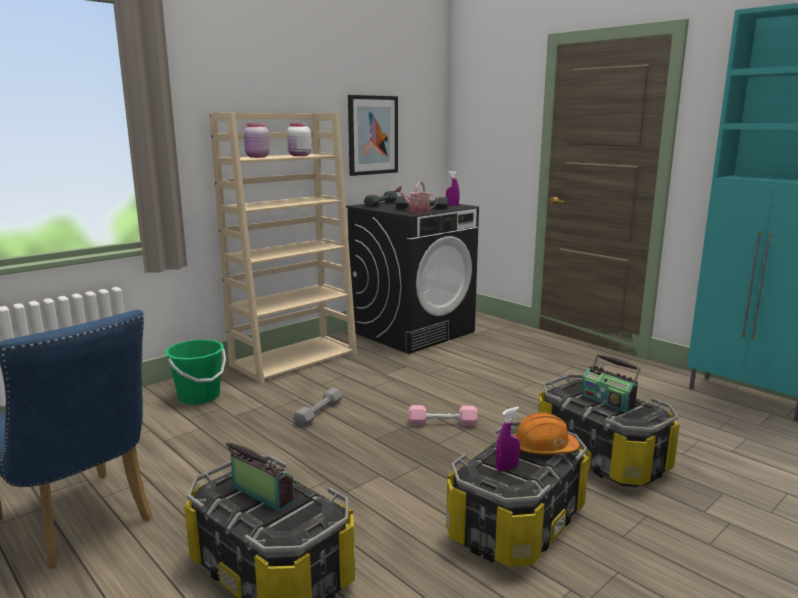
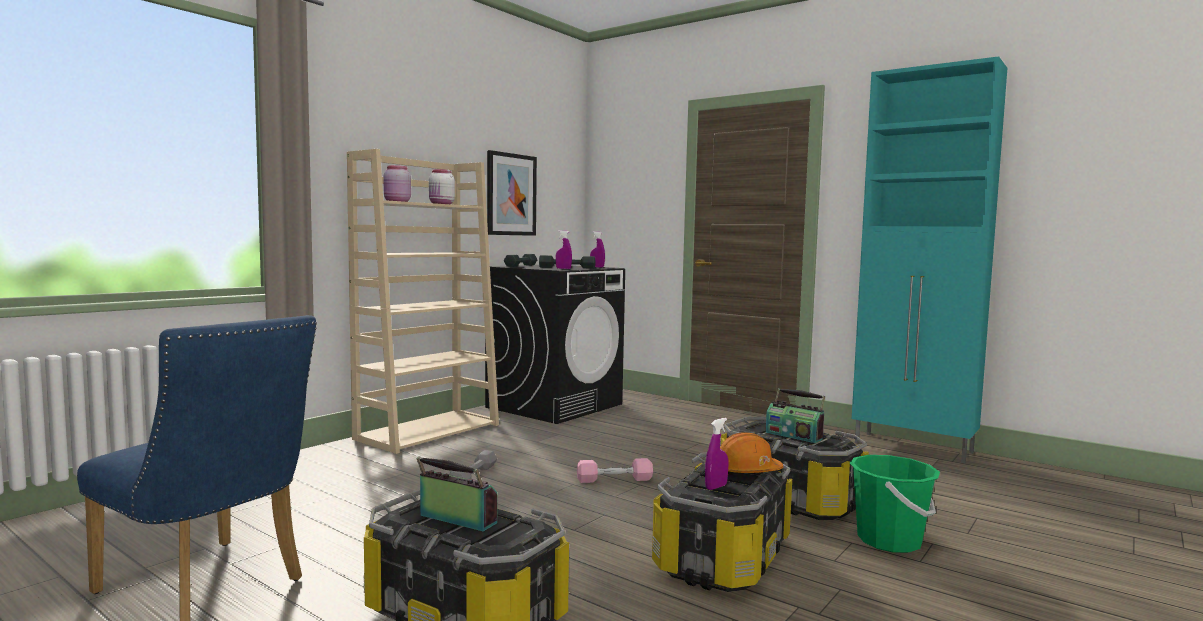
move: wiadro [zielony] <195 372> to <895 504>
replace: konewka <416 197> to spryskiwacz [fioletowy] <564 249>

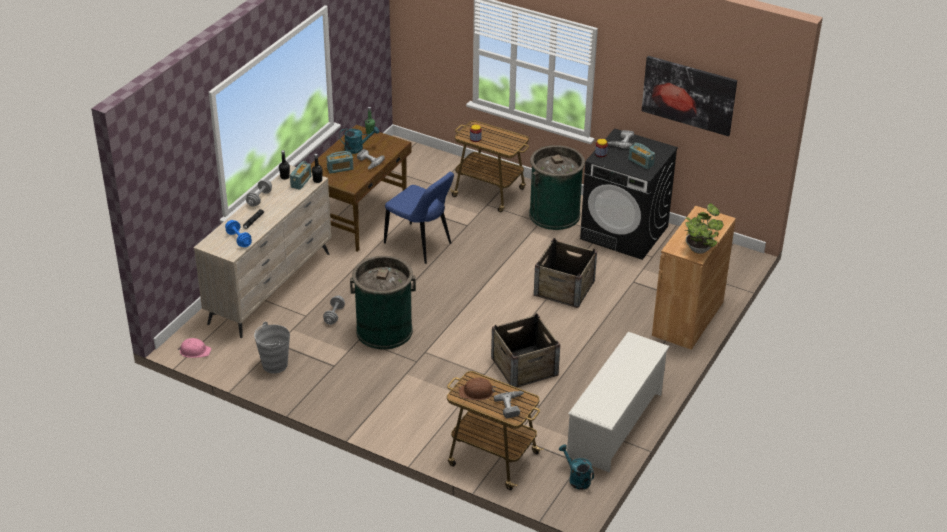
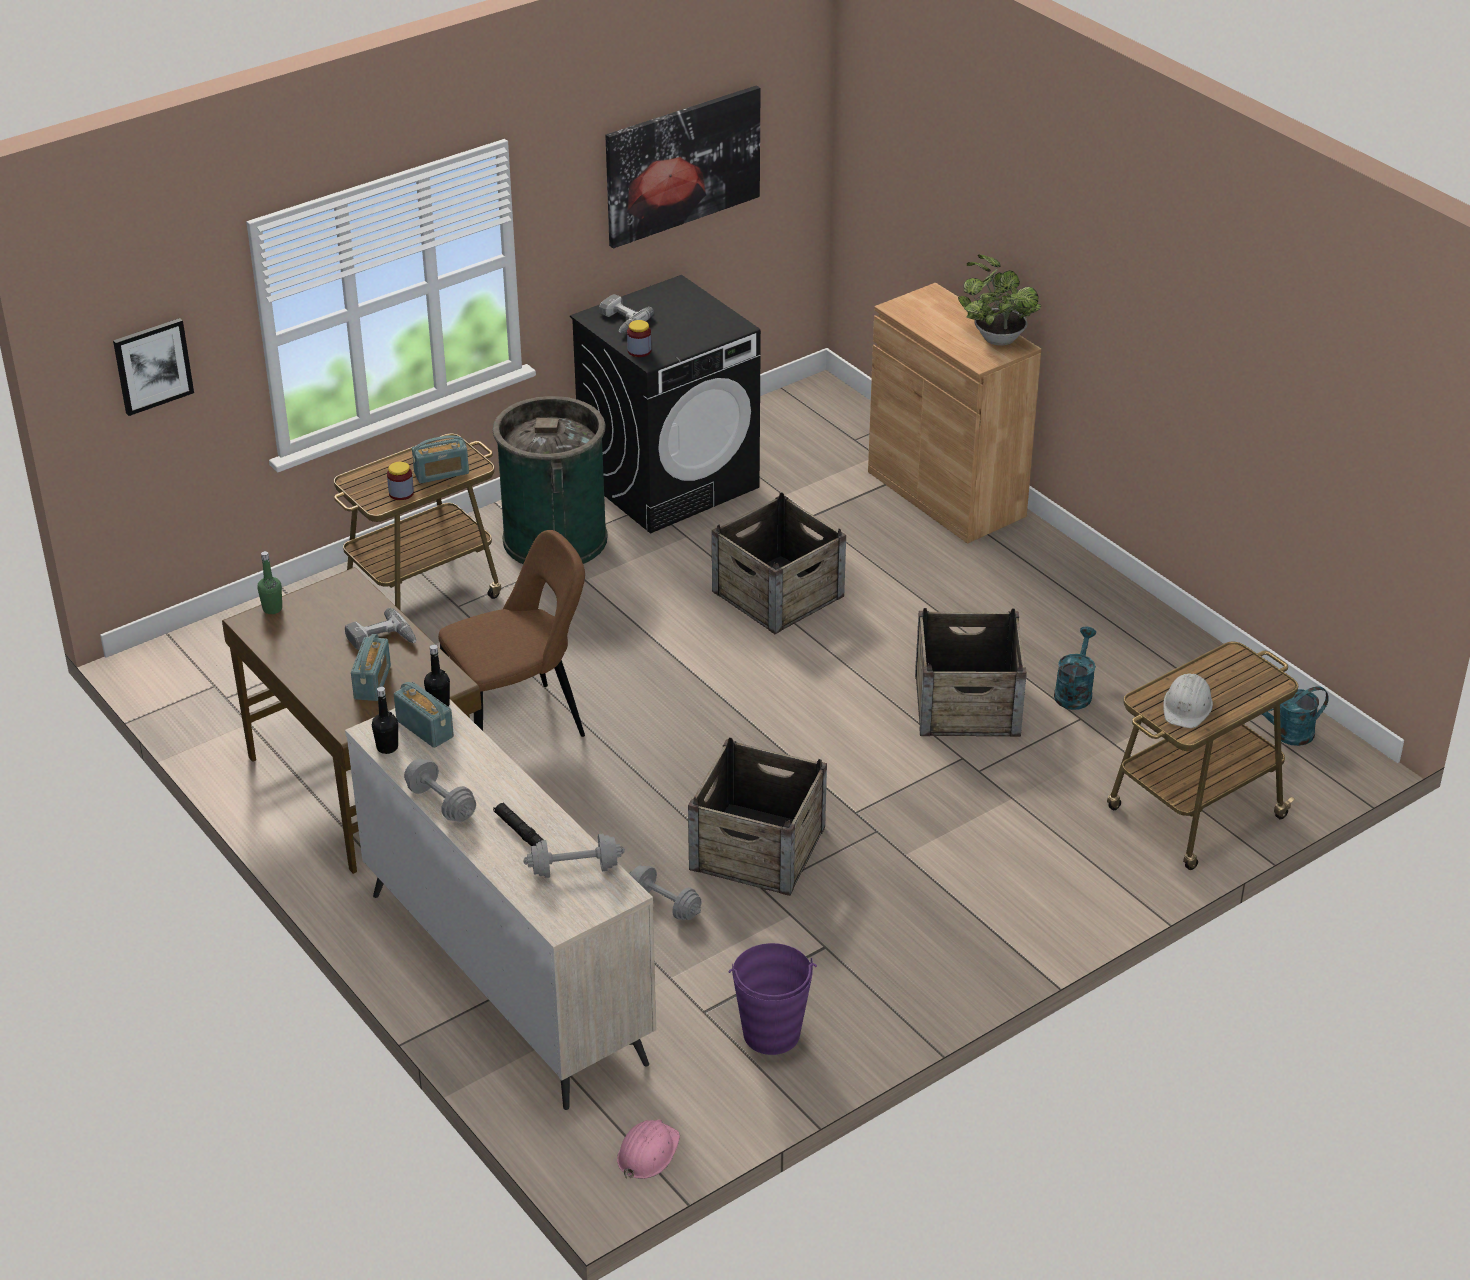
delete: wiertarka <509 405>; regał na buty [biały] <618 402>
insert: obraz <153 367>
move: konewka [turkusowy] <359 140> to <1075 668>; radio <641 156> to <440 459>
replace: kosz na śmieci [zielony] <383 303> to skrzynka <757 816>
recolor: hantel [niebieski] <238 233> to hantel [szary] <574 855>; wiadro [szary] <272 347> to wiadro [fioletowy] <773 999>; krzesło [niebieski] <419 218> to krzesło [brązowy] <511 633>; kask [brązowy] <477 389> to kask [biały] <1188 700>

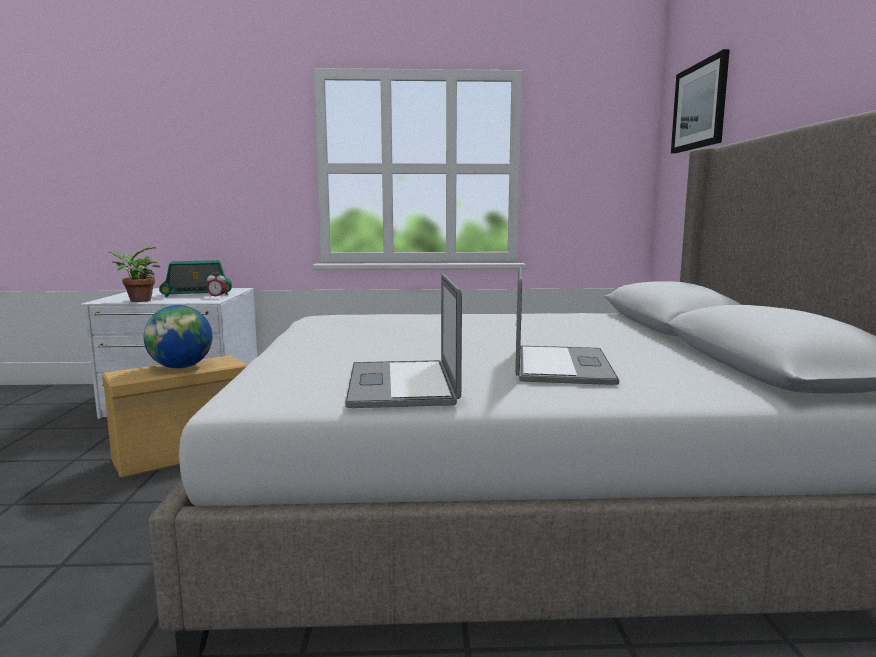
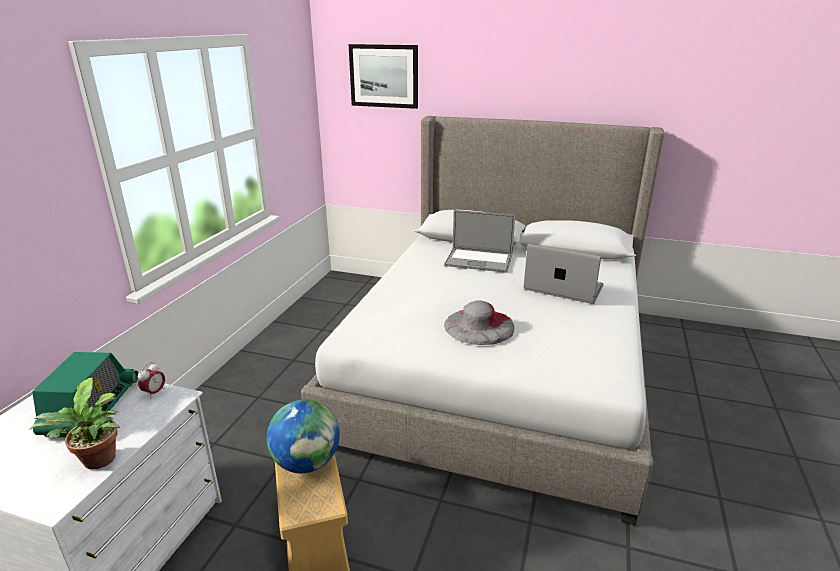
insert: kapelusz [szary] <479 322>
move: laptop <403 340> to <479 241>

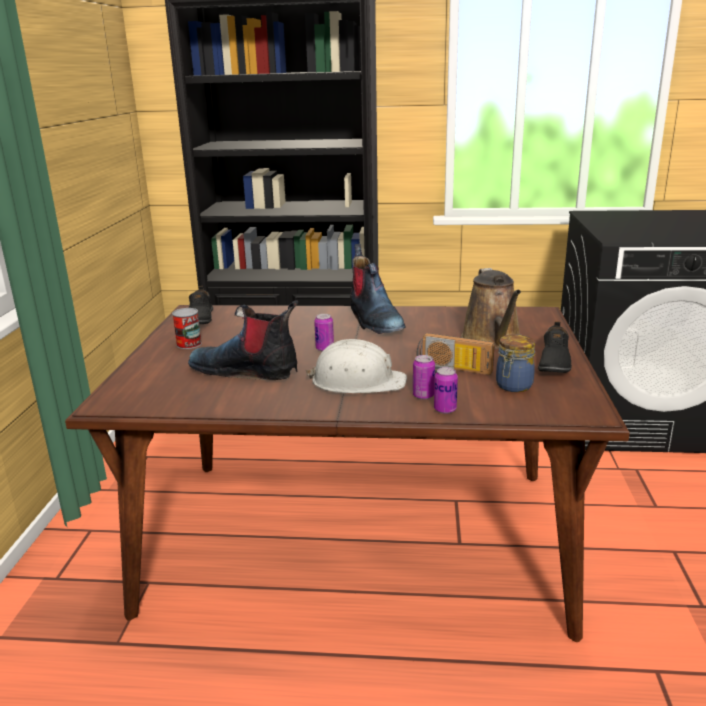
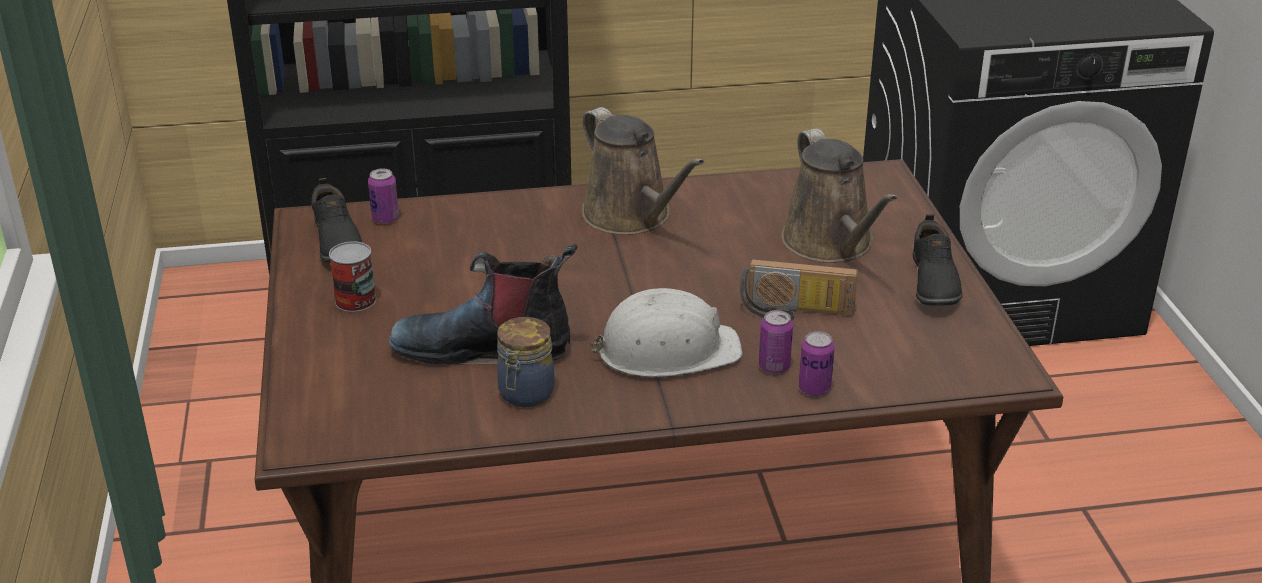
move: puszka <324 332> to <383 196>; słoik <515 363> to <526 362>
replace: but z cholewką <378 289> to konewka [brązowy] <643 171>

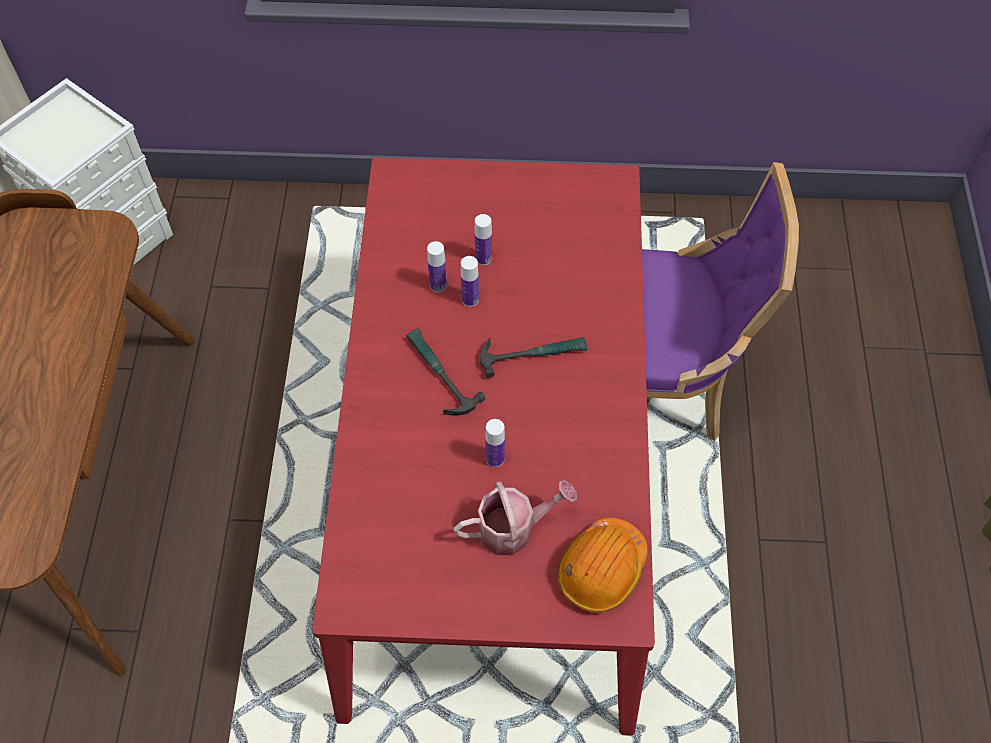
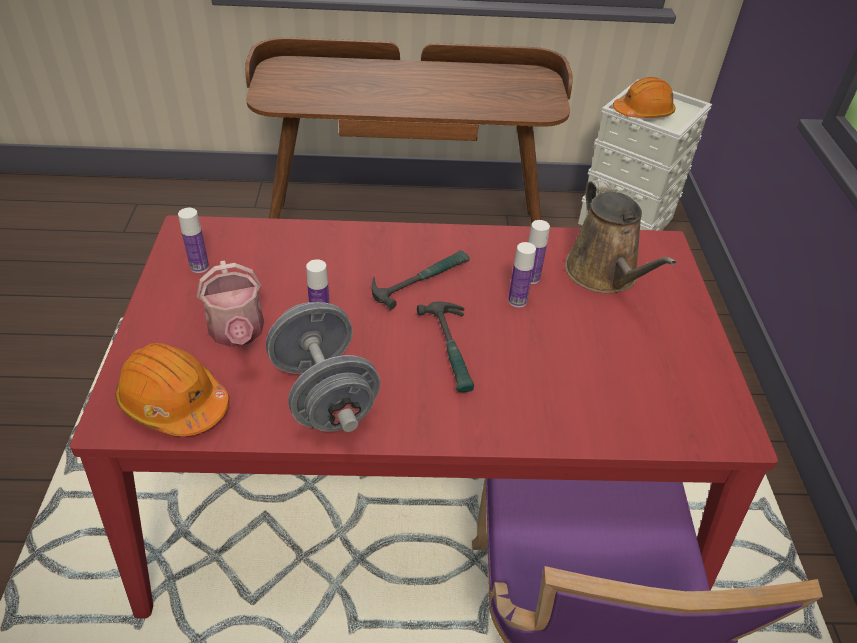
insert: hantel [szary] <323 367>; konewka [brązowy] <620 236>; kask [pomarańczowy] <644 97>
move: butelka <483 239> to <193 240>

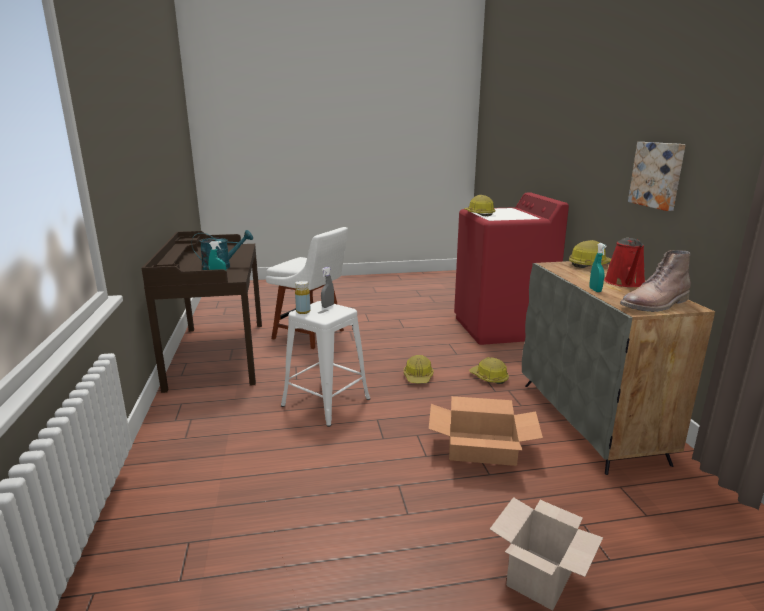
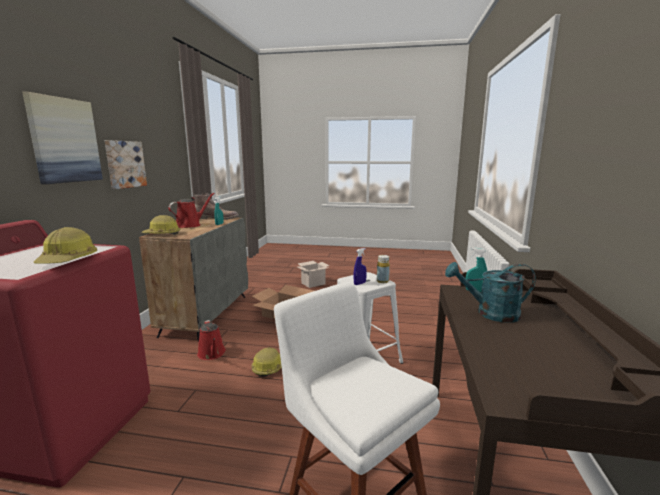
insert: obraz <62 138>
replace: kask <489 370> to konewka [czerwony] <211 340>
recolor: spryskiwacz [szary] <327 287> to spryskiwacz [niebieski] <360 266>

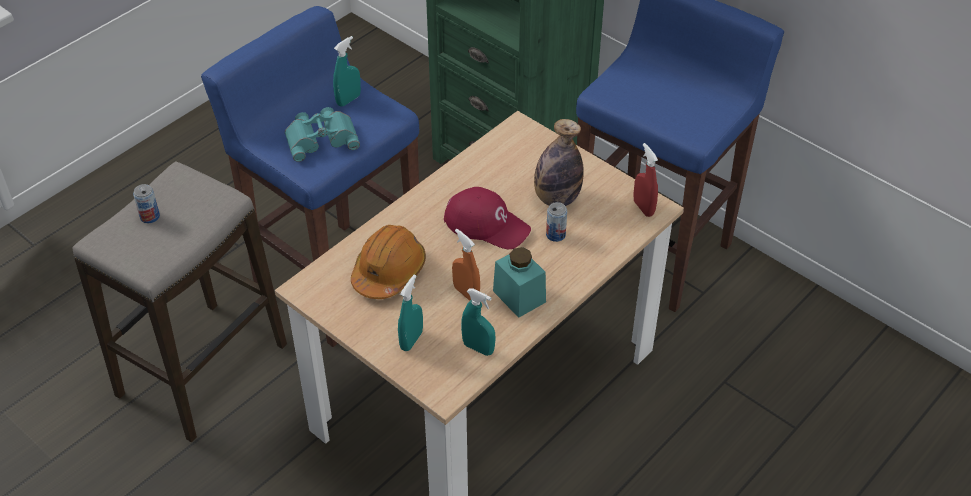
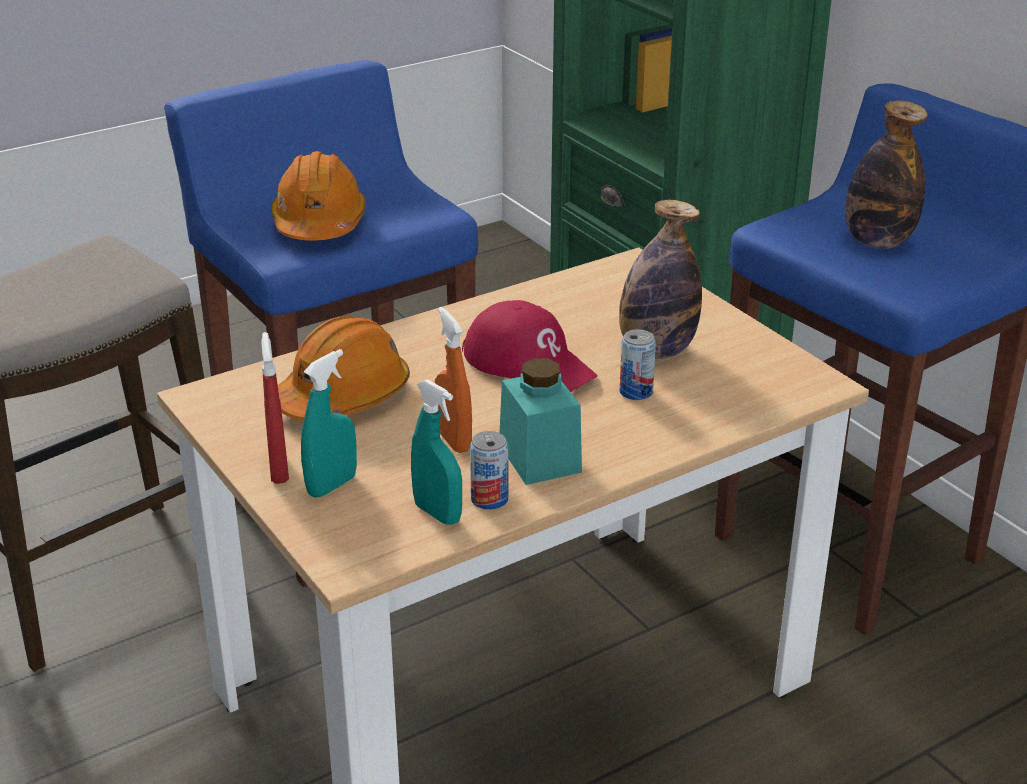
delete: spryskiwacz [turkusowy] <347 71>
insert: butelka <886 174>
move: puszka <146 203> to <489 470>; spryskiwacz [czerwony] <645 180> to <275 408>
replace: lornetka [turkusowy] <322 134> to kask [pomarańczowy] <318 196>

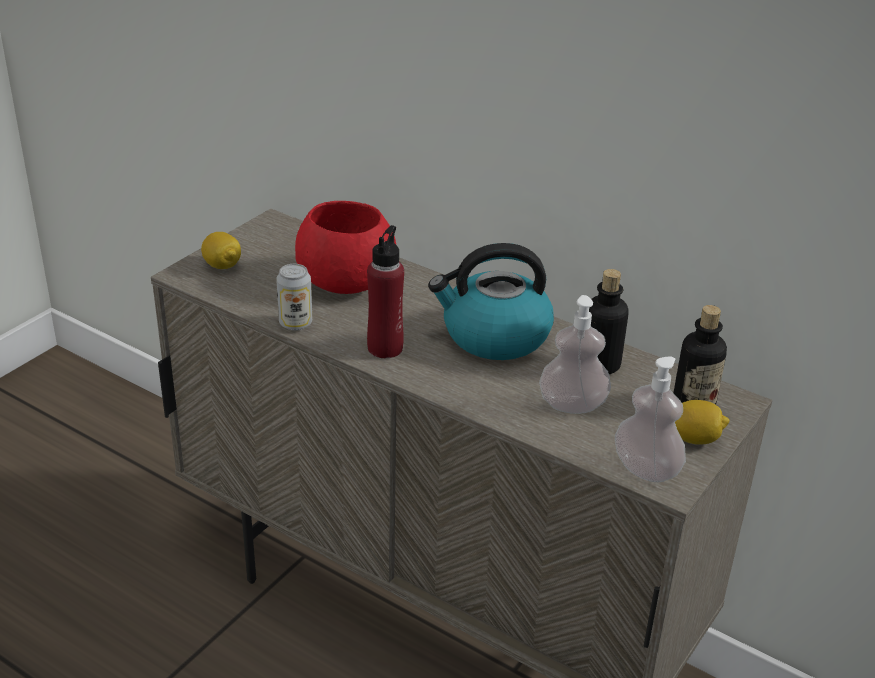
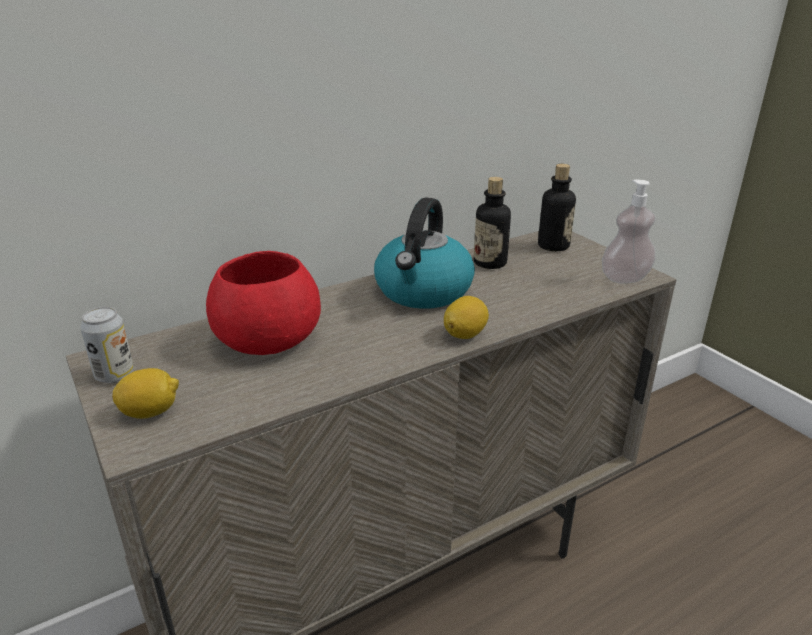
delete: butelka [czerwony] <385 291>; dozownik mydła <575 354>
move: puszka <294 297> to <107 345>; cytryna <702 422> to <466 317>

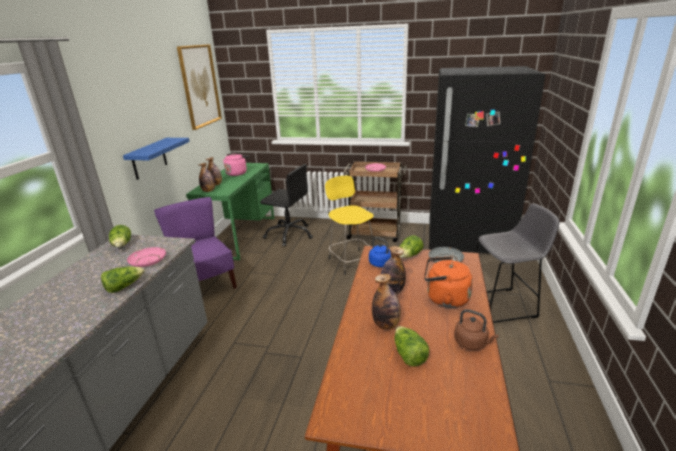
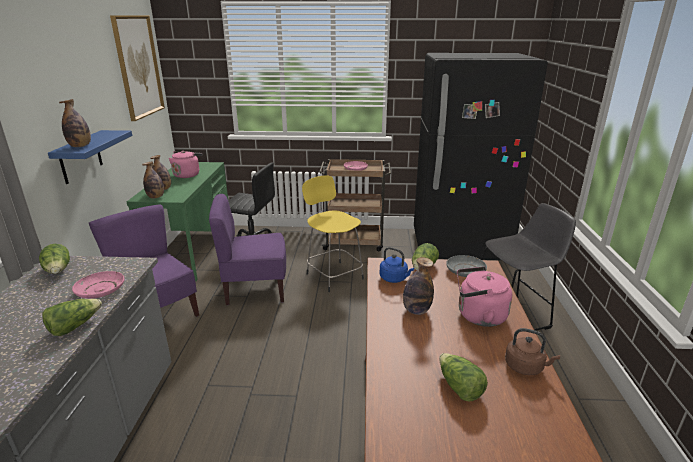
insert: krzesło [fioletowy] <247 249>
move: butelka <386 302> to <75 123>
recolor: czajnik [pomarańczowy] <448 282> to czajnik [różowy] <484 296>

